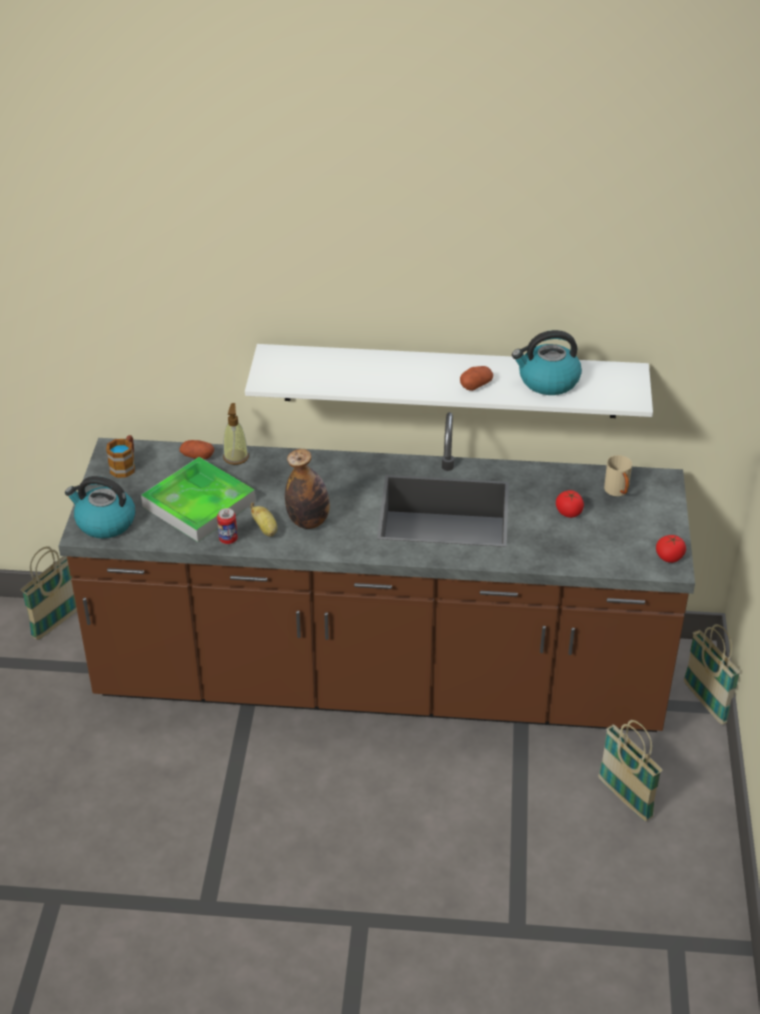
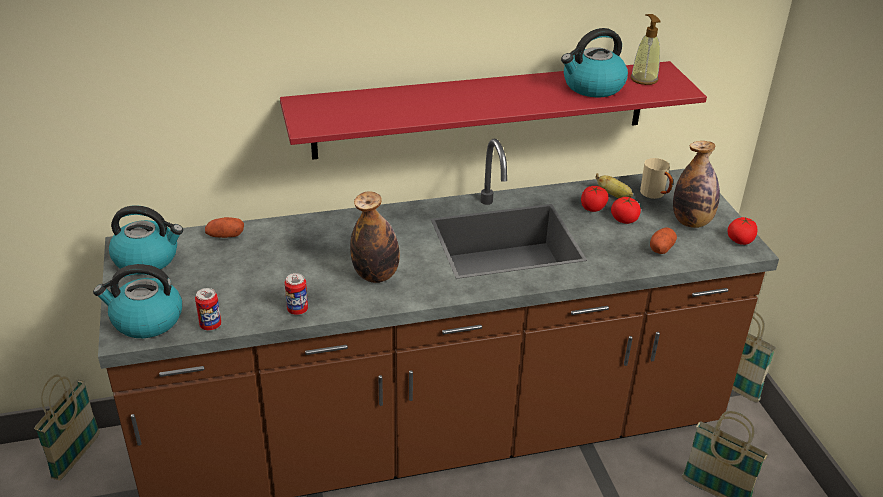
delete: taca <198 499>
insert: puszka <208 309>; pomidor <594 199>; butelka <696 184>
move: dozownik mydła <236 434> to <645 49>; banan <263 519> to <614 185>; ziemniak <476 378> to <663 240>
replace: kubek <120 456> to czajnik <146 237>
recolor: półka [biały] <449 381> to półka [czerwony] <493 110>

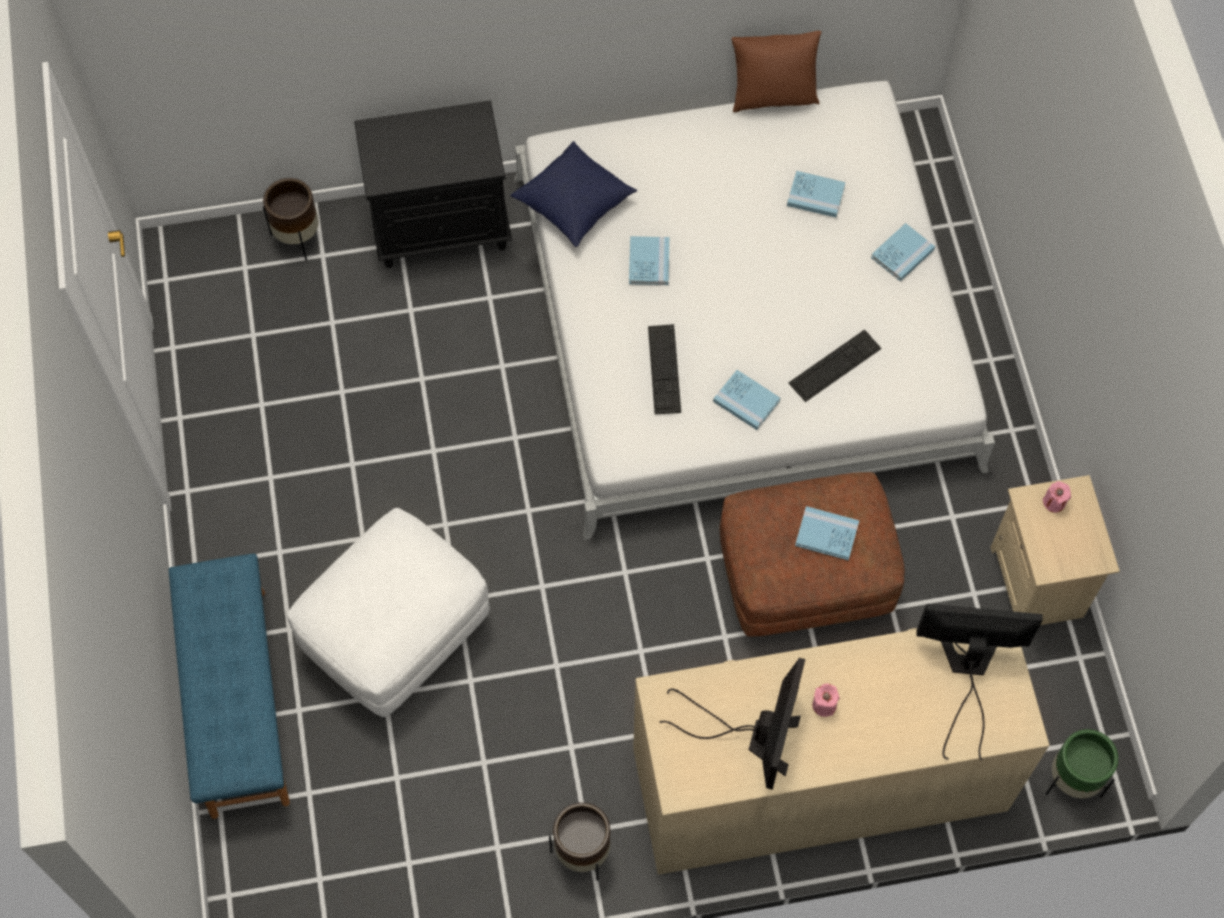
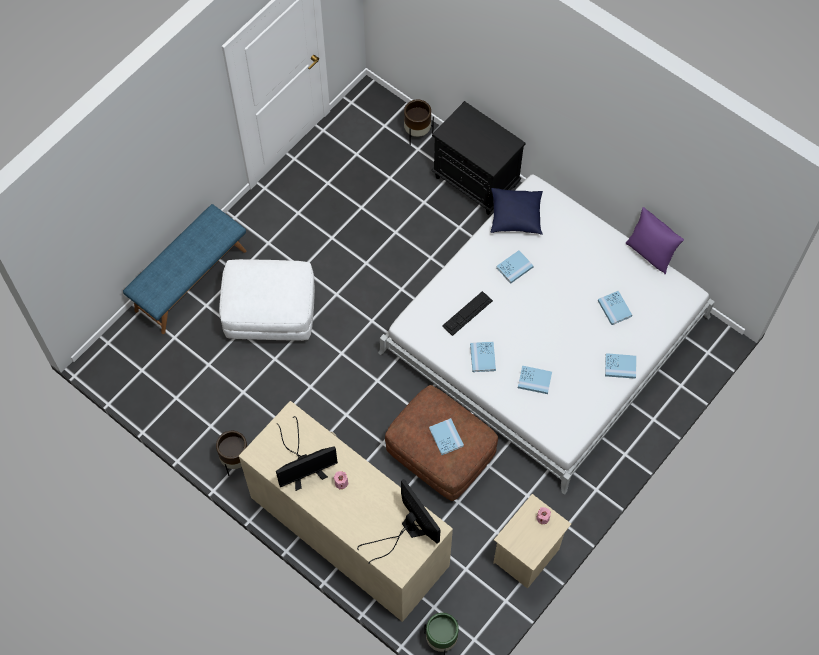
replace: klawiatura <835 366> to książka [niebieski] <535 380>
recolor: poduszka [brązowy] <776 71> to poduszka [fioletowy] <655 240>

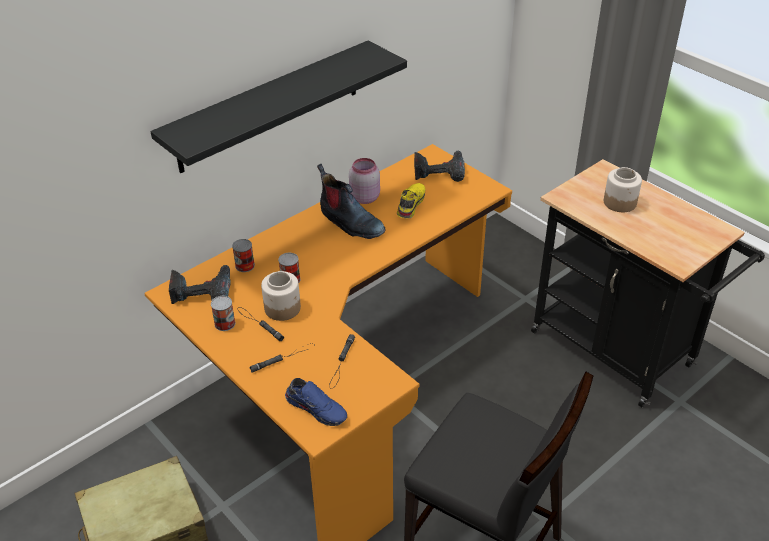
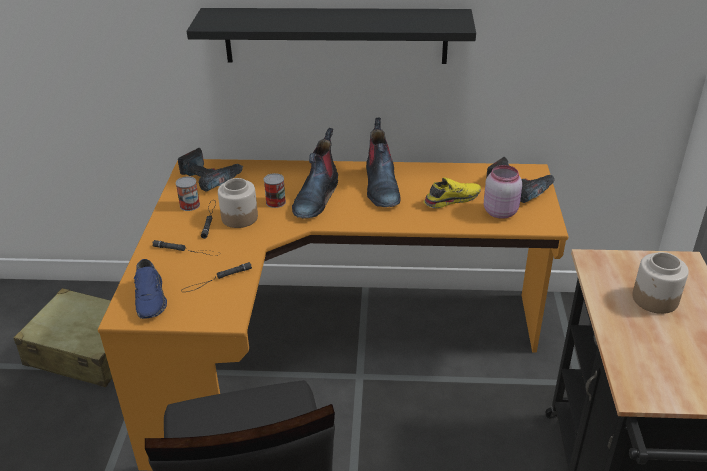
delete: puszka <243 255>
insert: but z cholewką <315 173>
move: słoik [różowy] <364 181> to <503 192>

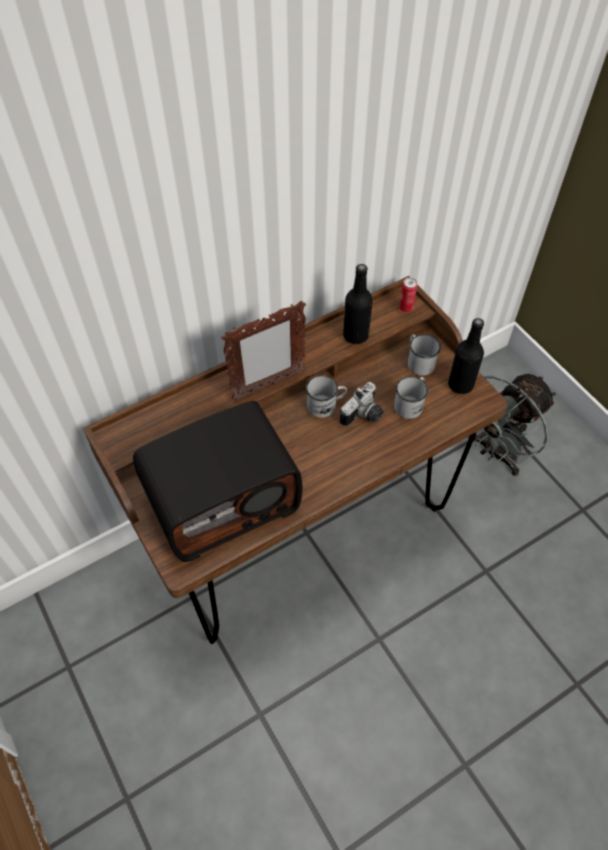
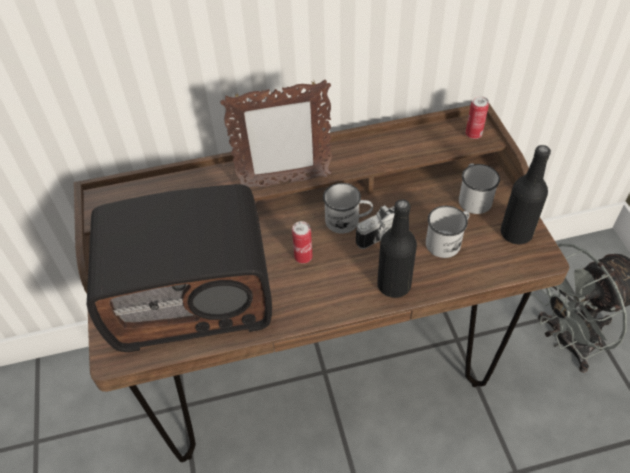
insert: puszka <302 242>
move: butelka [czarny] <358 304> to <397 248>

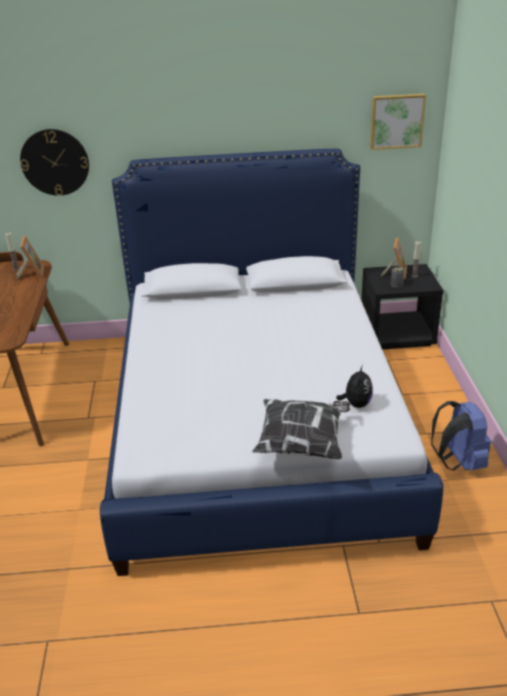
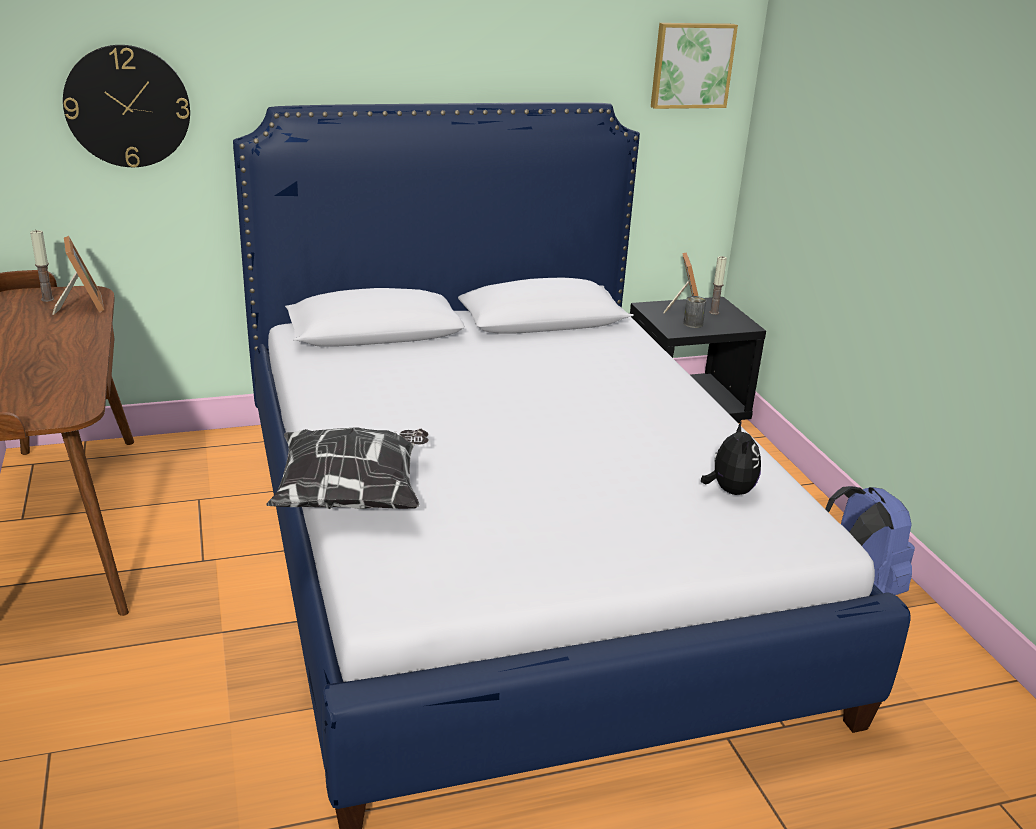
move: poduszka <301 429> to <347 468>

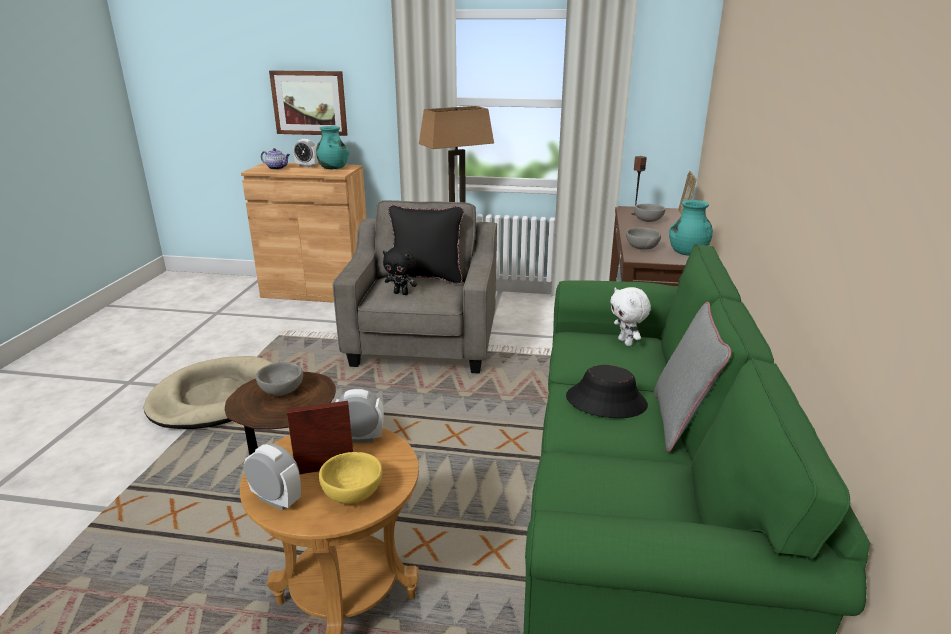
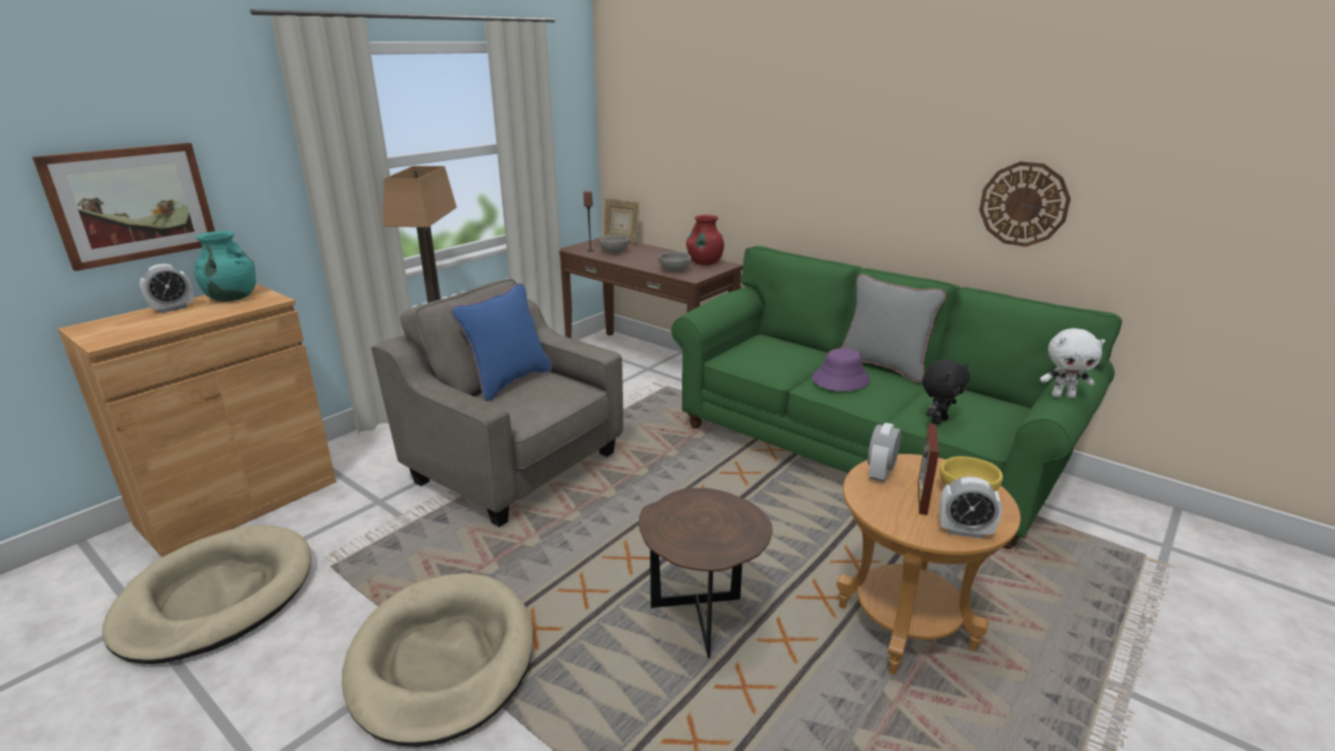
delete: miska [szary] <279 378>; imbryk <275 159>
insert: legowisko [beżowy] <206 594>; zegar ścienny <1025 204>
move: pluszak [czarny] <400 270> to <946 392>; pluszak [biały] <630 316> to <1073 363>
recolor: poduszka [czarny] <426 244> to poduszka [niebieski] <501 342>; kapelusz [czarny] <607 391> to kapelusz [fioletowy] <841 369>; wazon [turkusowy] <691 228> to wazon [czerwony] <705 240>
rotate: budzik <272 477> = <970 507> 135 degrees counterclockwise

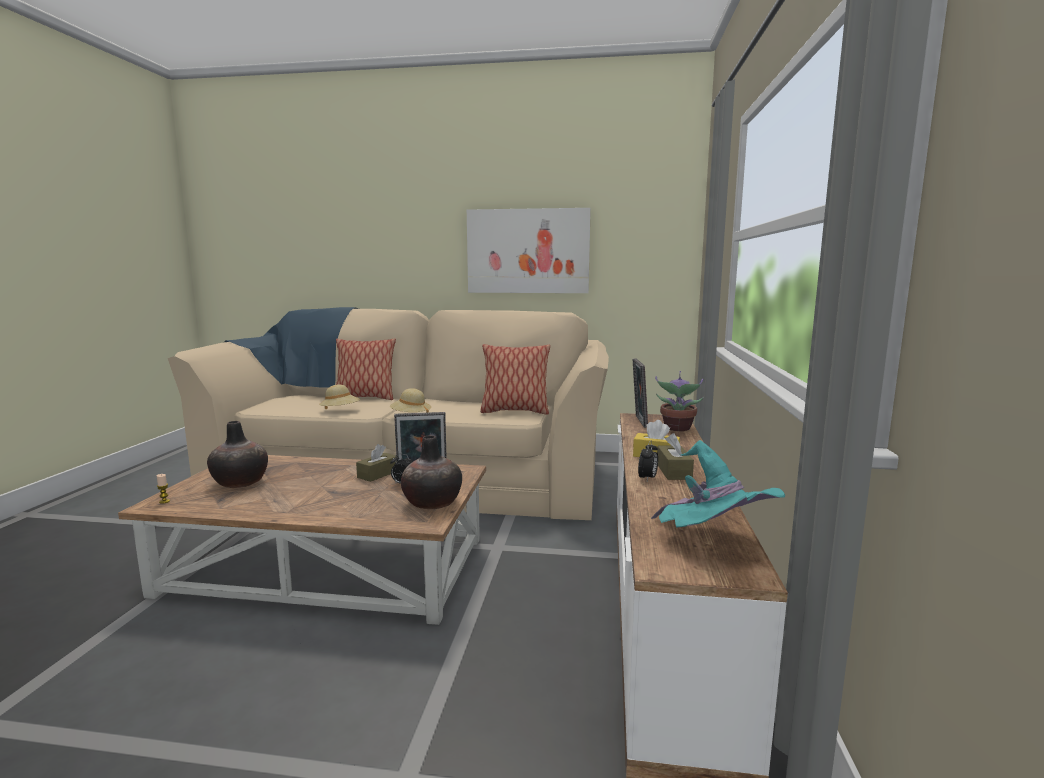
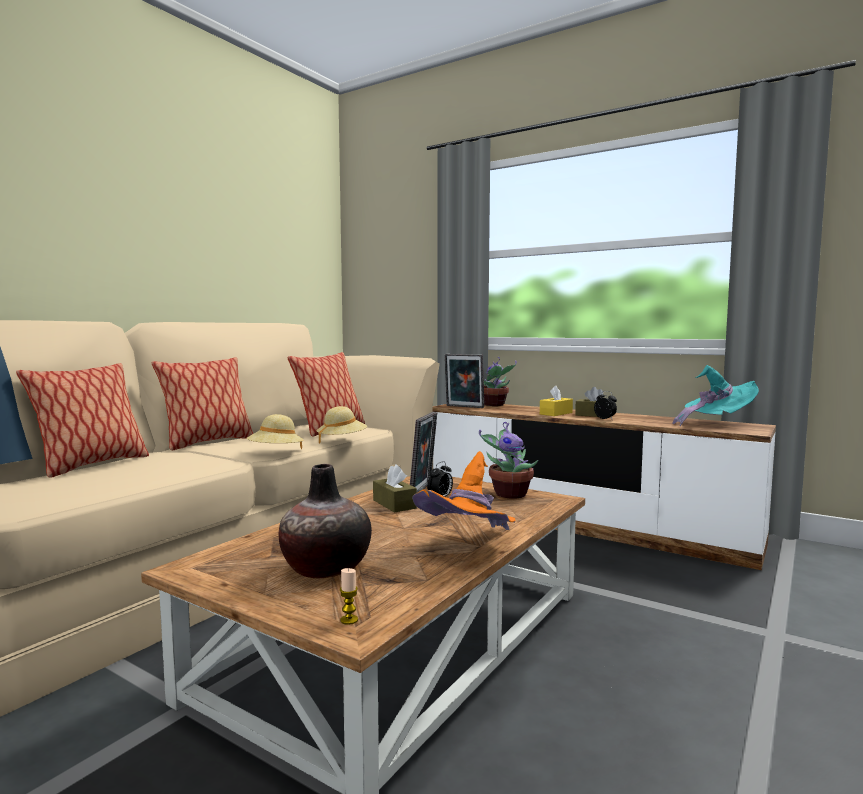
delete: obraz <529 250>
insert: poduszka <202 403>; kapelusz [pomarańczowy] <463 490>
move: kapelusz [beżowy] <339 396> to <342 425>
replace: wazon <431 472> to roślina doniczkowa <508 460>

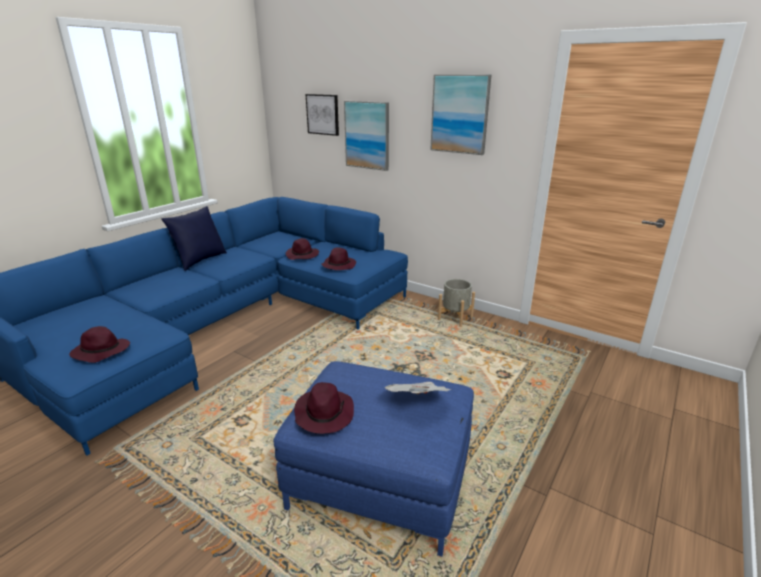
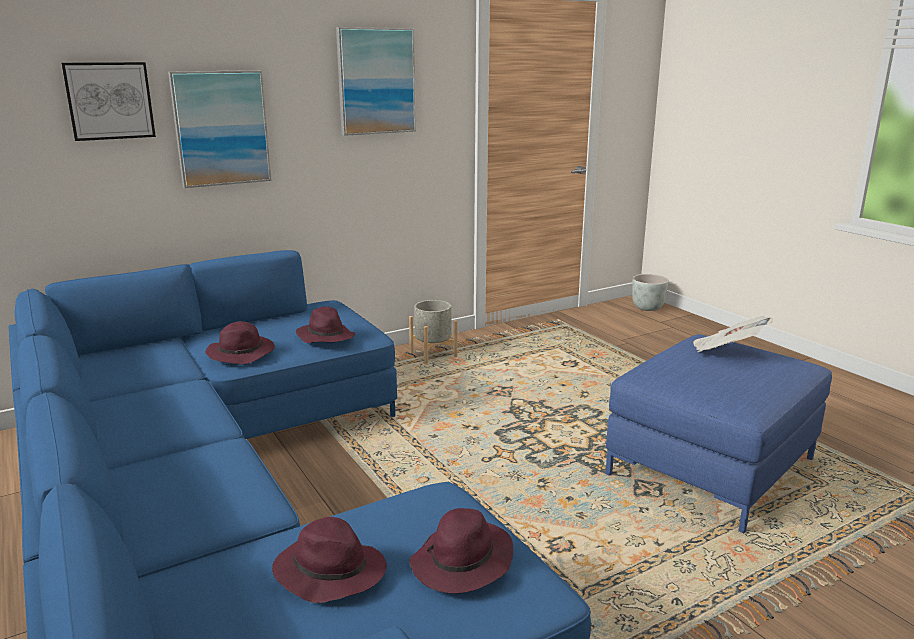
delete: poduszka [niebieski] <194 238>
insert: donica [szary] <650 292>
move: kapelusz [fioletowy] <324 408> to <329 560>

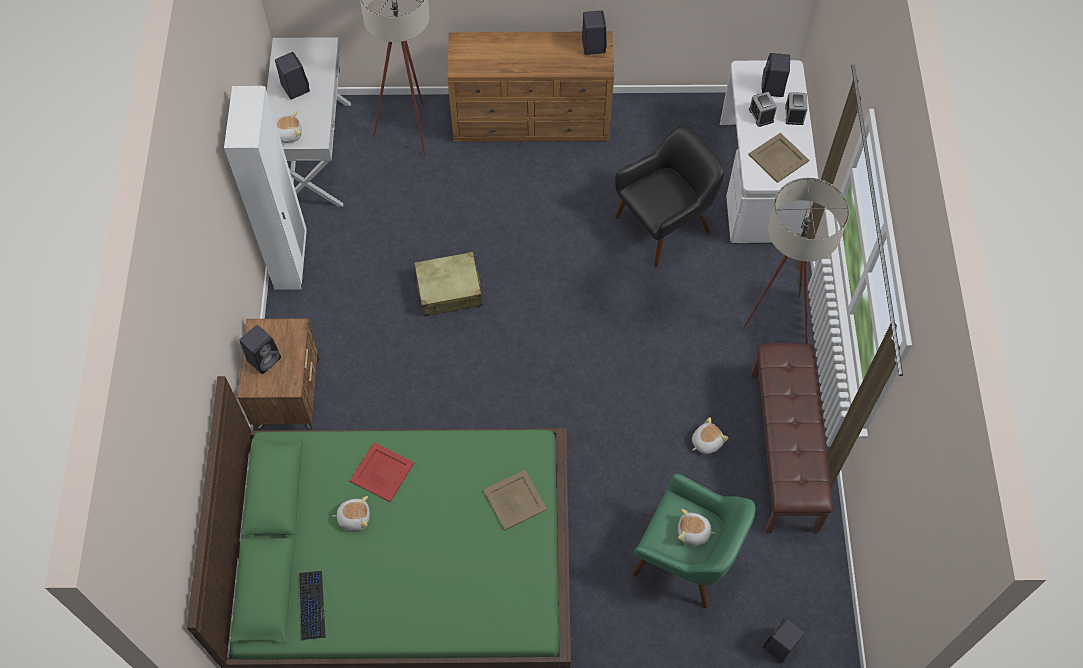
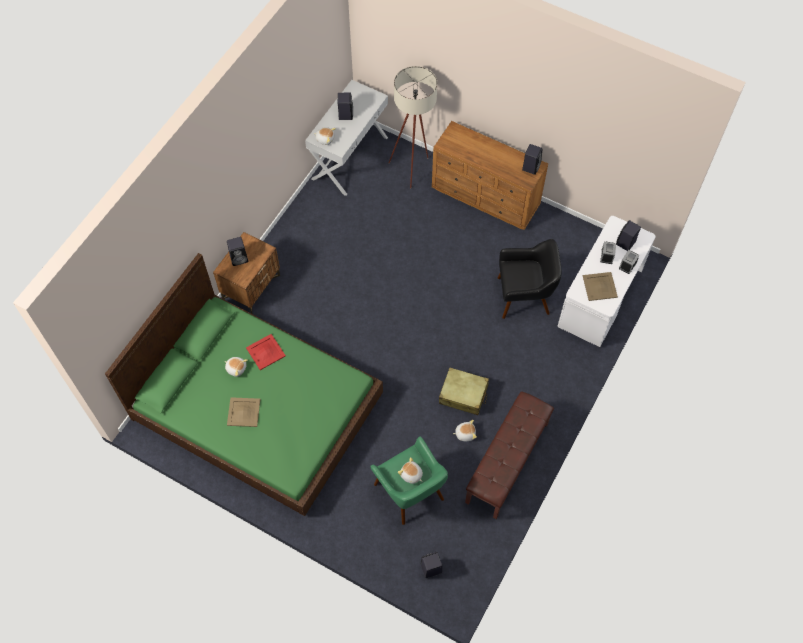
delete: szafa [biały] <265 188>; klawiatura <312 606>; lampa stojąca [beżowy] <796 260>
move: walizka [beżowy] <449 284> to <464 391>; taca [beżowy] <515 500> to <243 412>

